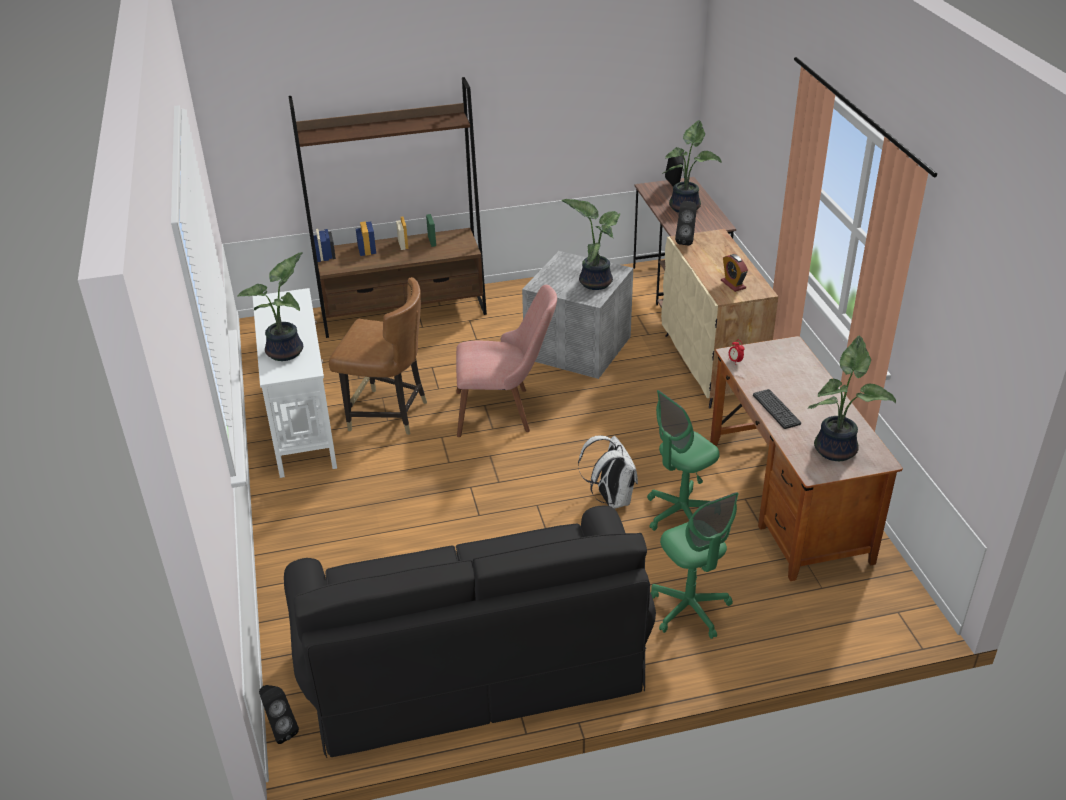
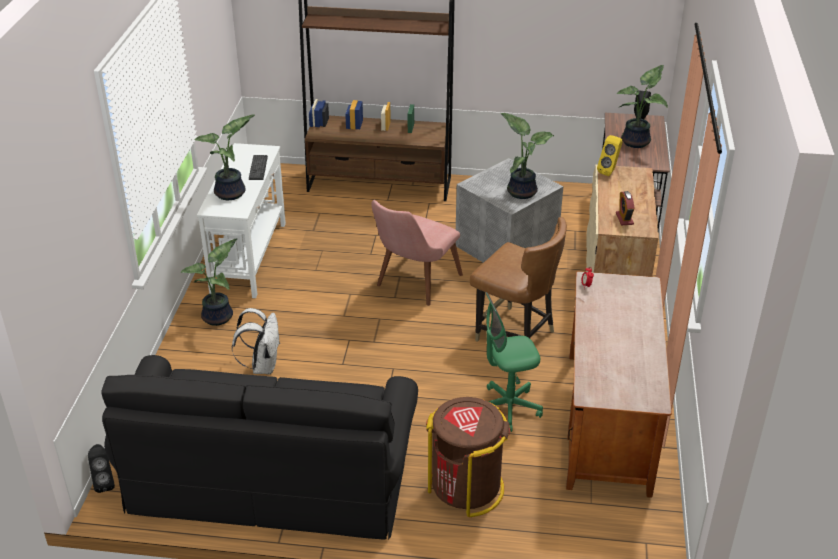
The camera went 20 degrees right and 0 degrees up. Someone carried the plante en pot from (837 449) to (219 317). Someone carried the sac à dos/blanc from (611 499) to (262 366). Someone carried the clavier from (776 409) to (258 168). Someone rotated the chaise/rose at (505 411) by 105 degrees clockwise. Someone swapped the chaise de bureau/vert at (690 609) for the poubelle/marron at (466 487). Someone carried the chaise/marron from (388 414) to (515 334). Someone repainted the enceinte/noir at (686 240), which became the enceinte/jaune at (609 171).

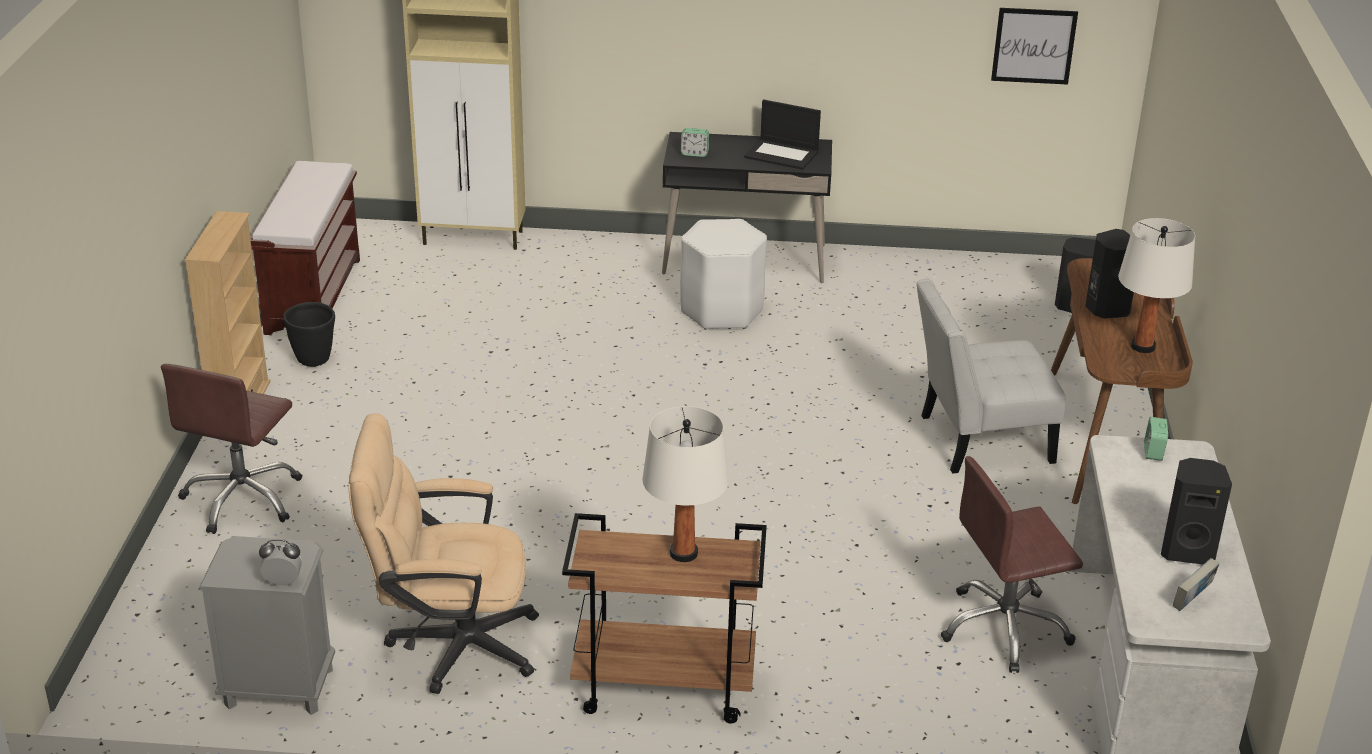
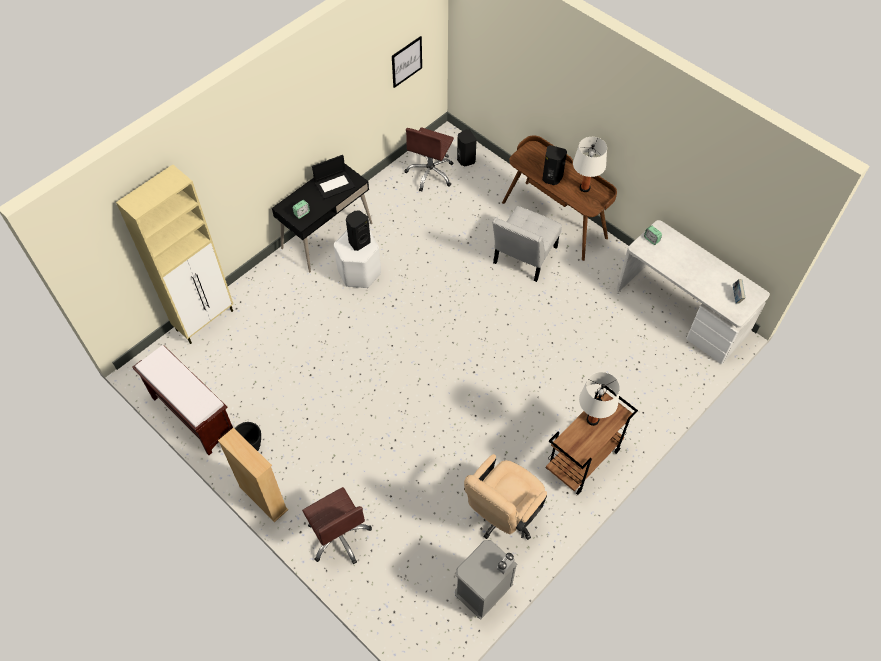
The camera went 50 degrees left and 25 degrees up. Someone carried the enceinte/noir from (1186 551) to (359 242). Someone carried the chaise de bureau/marron from (1004 628) to (430 173).

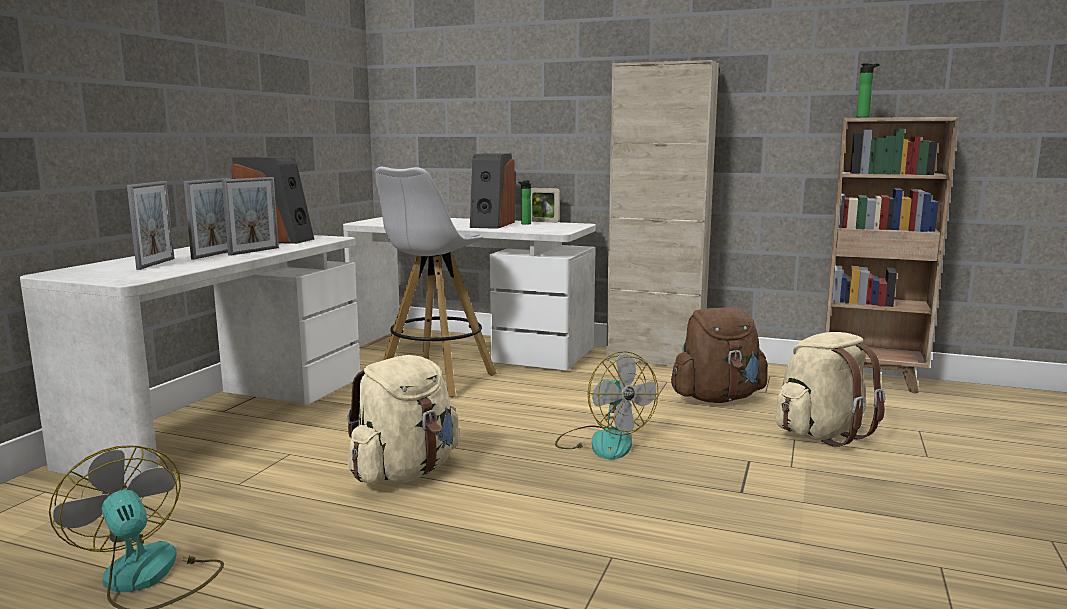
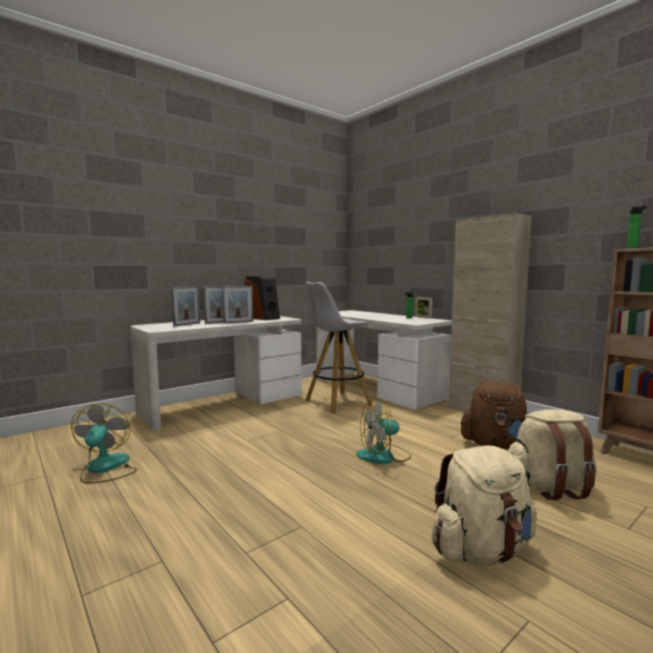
The camera went 30 degrees right and 5 degrees down. Someone rotated the ventilateur at (603 442) by 75 degrees clockwise. Someone carried the sac à dos/beige from (405 473) to (481 551). Someone took away the enceinte at (491 225).

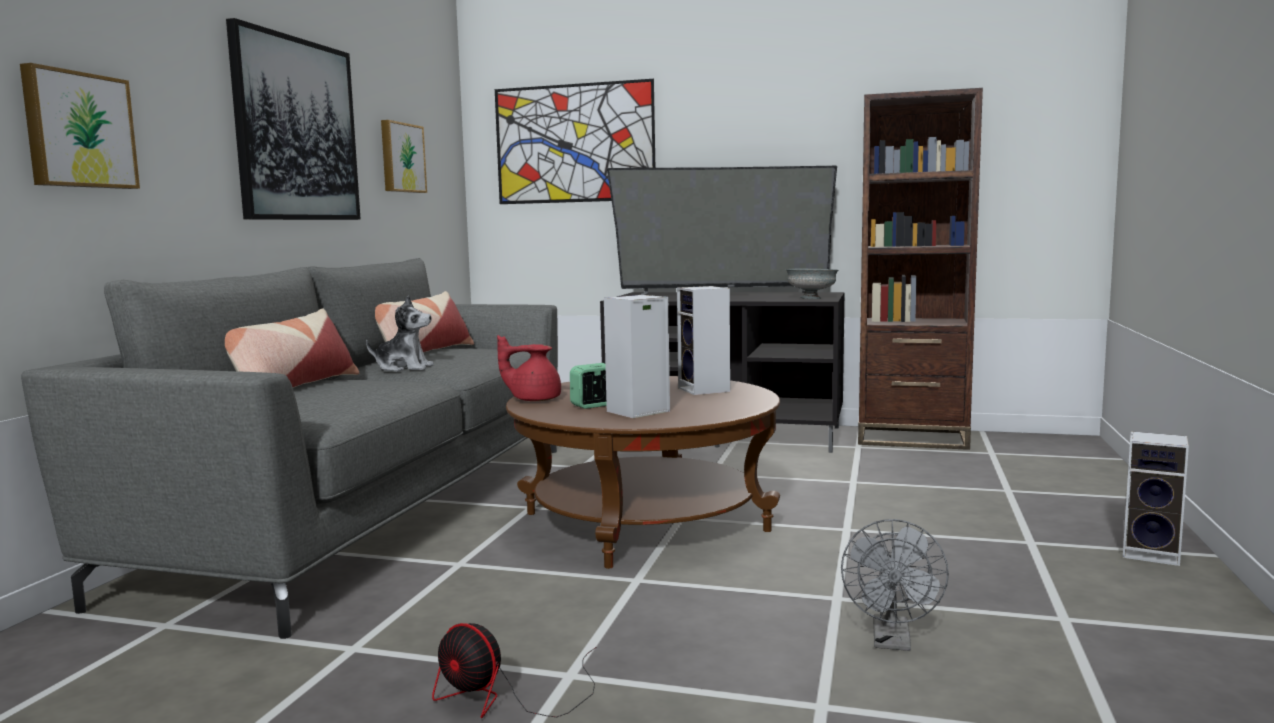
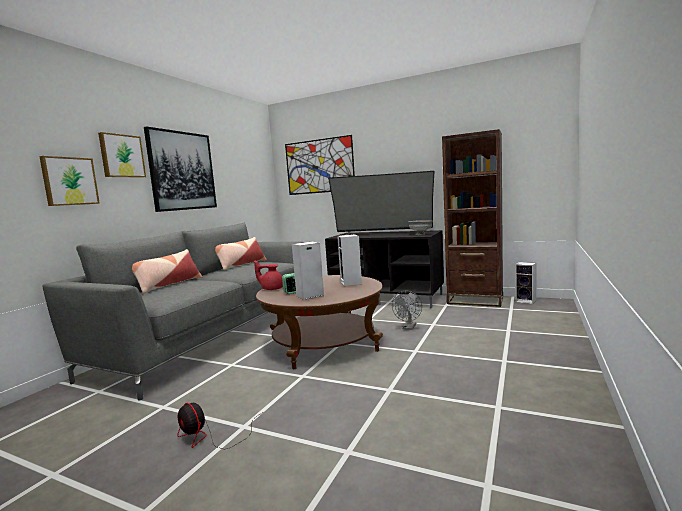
The camera went 10 degrees right and 0 degrees up. Someone carried the tableau from (401 158) to (121 156). Someone carried the ventilateur/gris from (892 642) to (409 328). Someone carried the enceinte from (1153 554) to (526 301). Someone took away the peluche at (404 368).

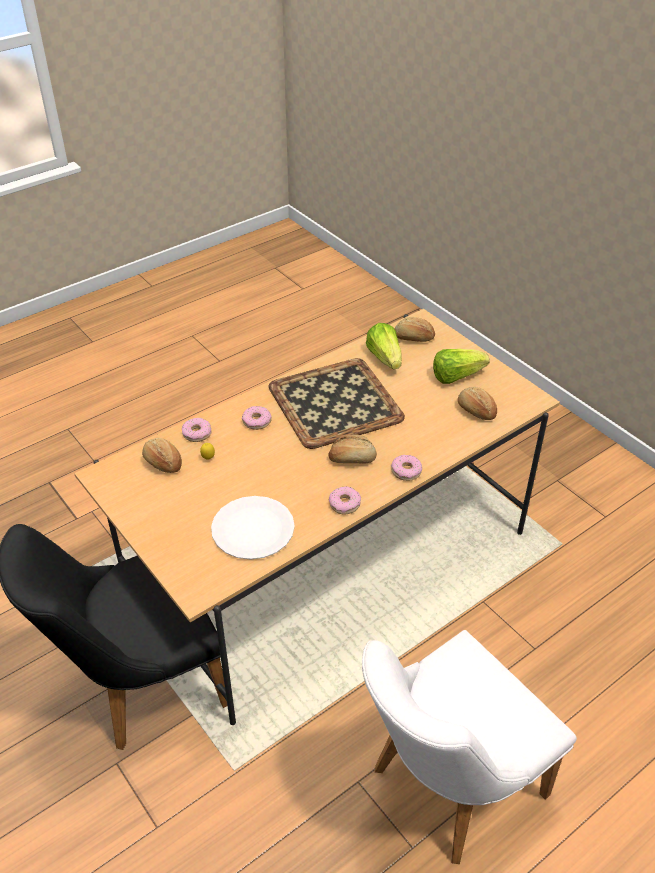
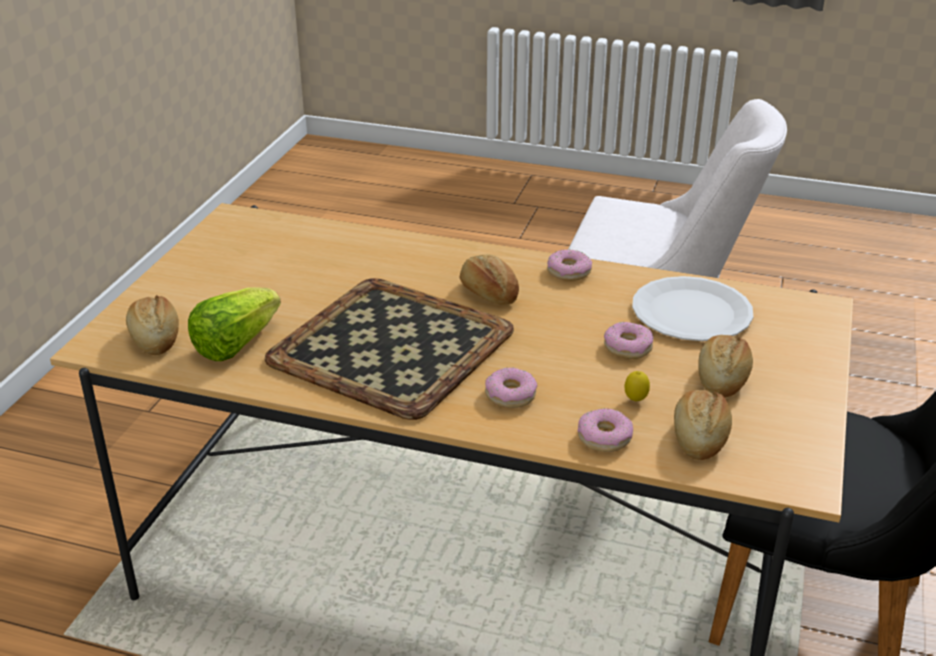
The camera went 125 degrees left and 10 degrees down. Someone carried the beignet from (406 471) to (628 347). Someone carried the pain from (475 411) to (722 378). Someone took away the laitue at (456 376).

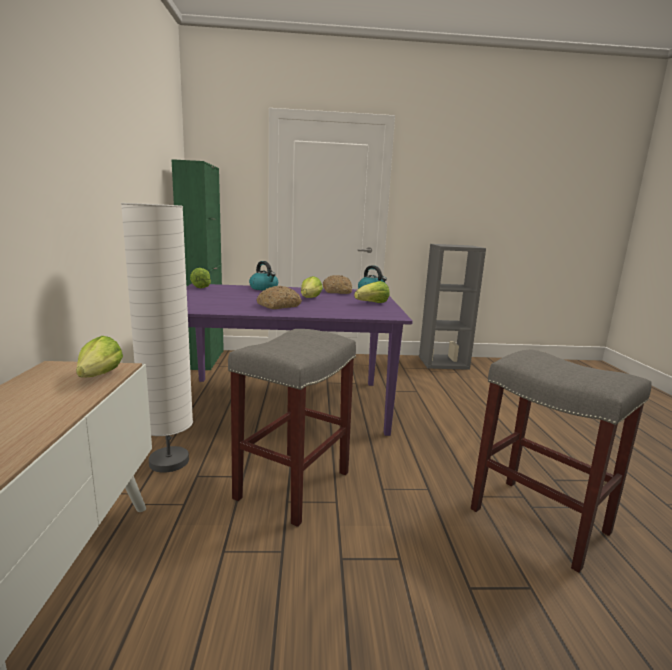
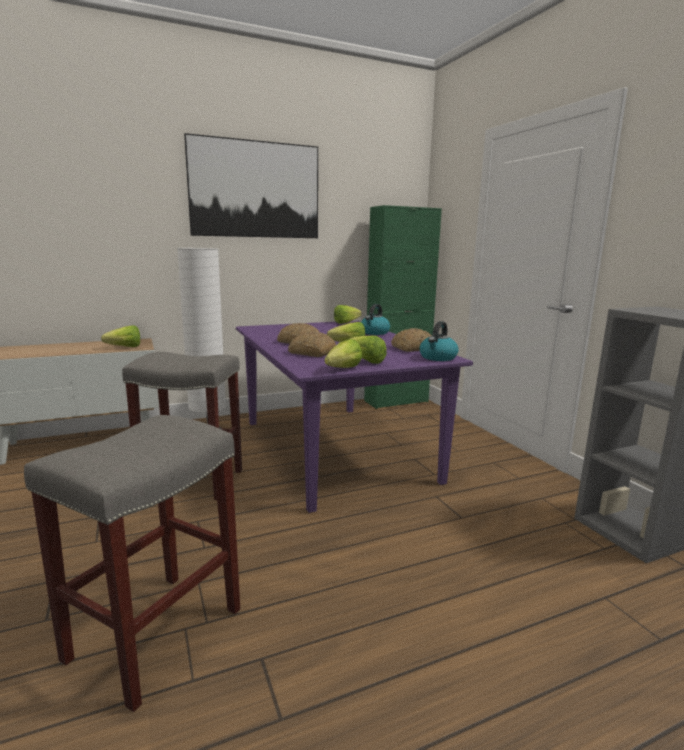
The camera went 70 degrees right and 0 degrees up. Someone put up the tableau at (255 190). Someone put down the pain at (312 353). Someone put down the laitue at (340 370).

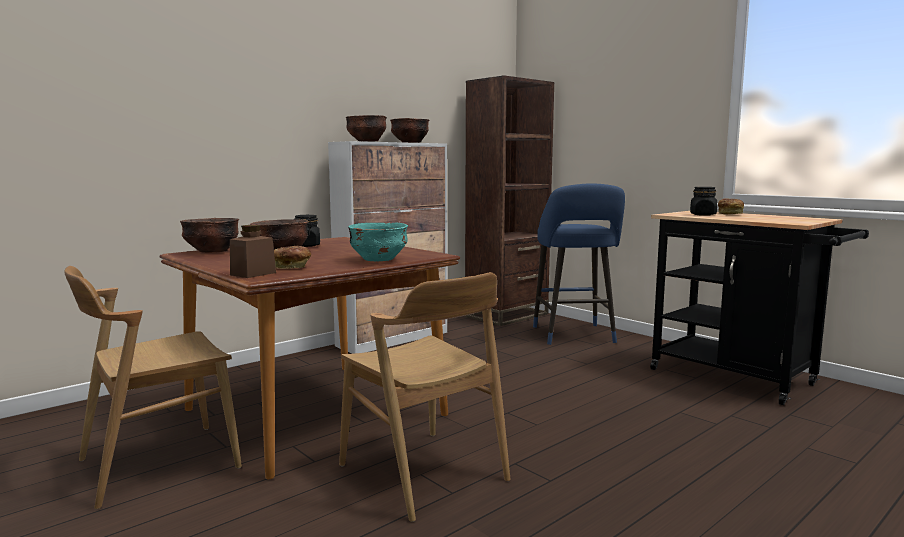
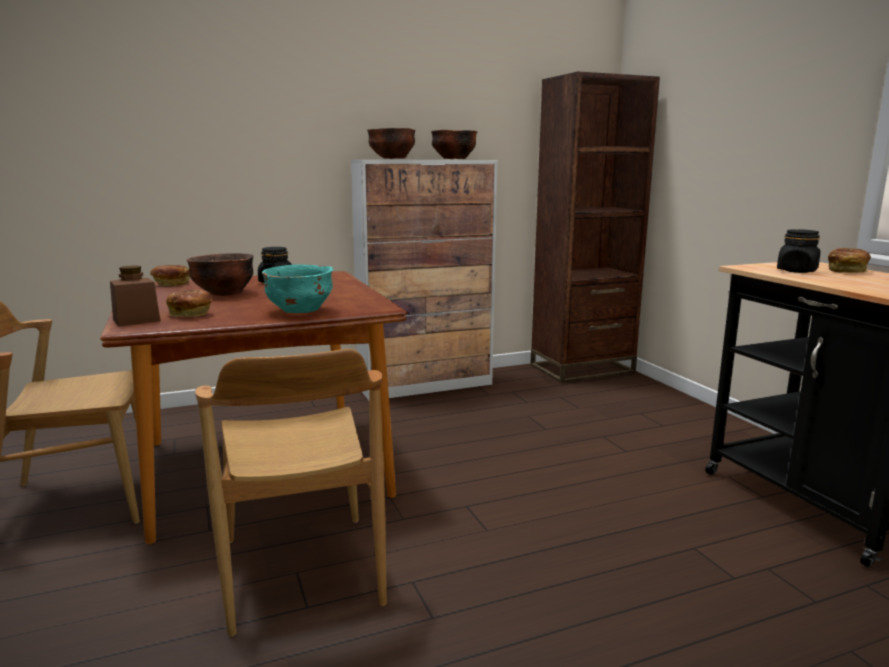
The camera went 20 degrees right and 5 degrees up. Someone swapped the bol/marron at (211 251) for the pain at (171 284). Someone took away the tabouret/bleu at (574 336).

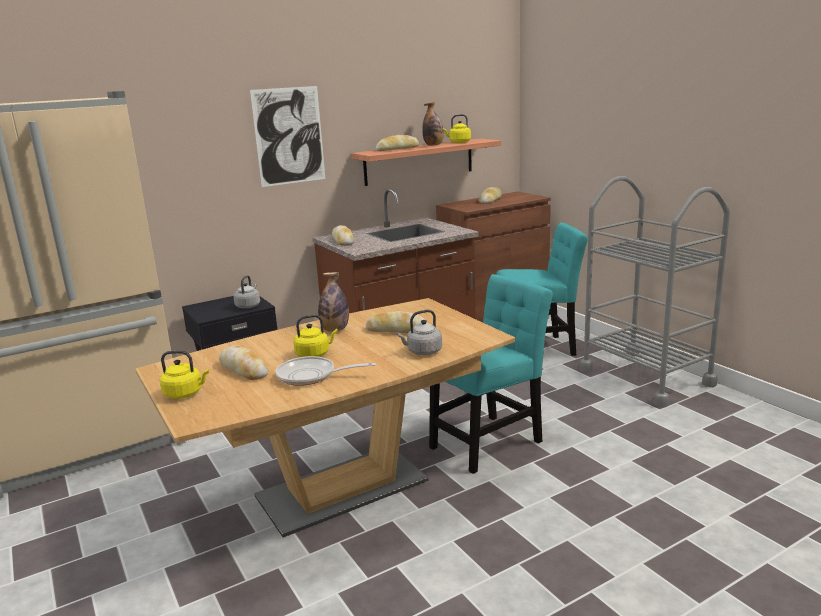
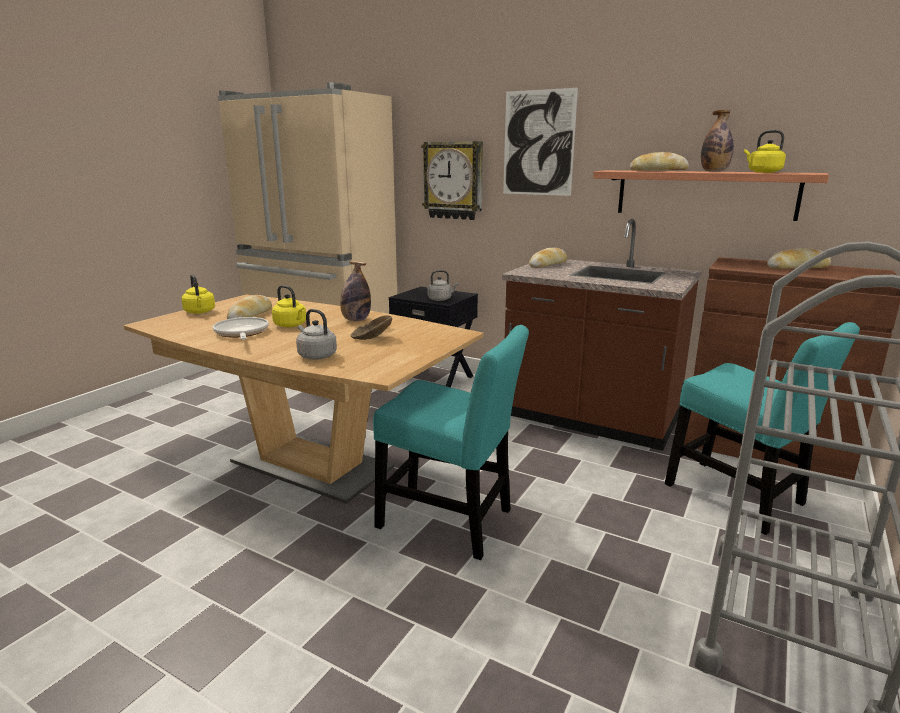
The camera went 60 degrees right and 0 degrees up. Someone swapped the pain at (396 330) for the bol/marron at (371 337). Someone put up the horloge murale at (453 180).

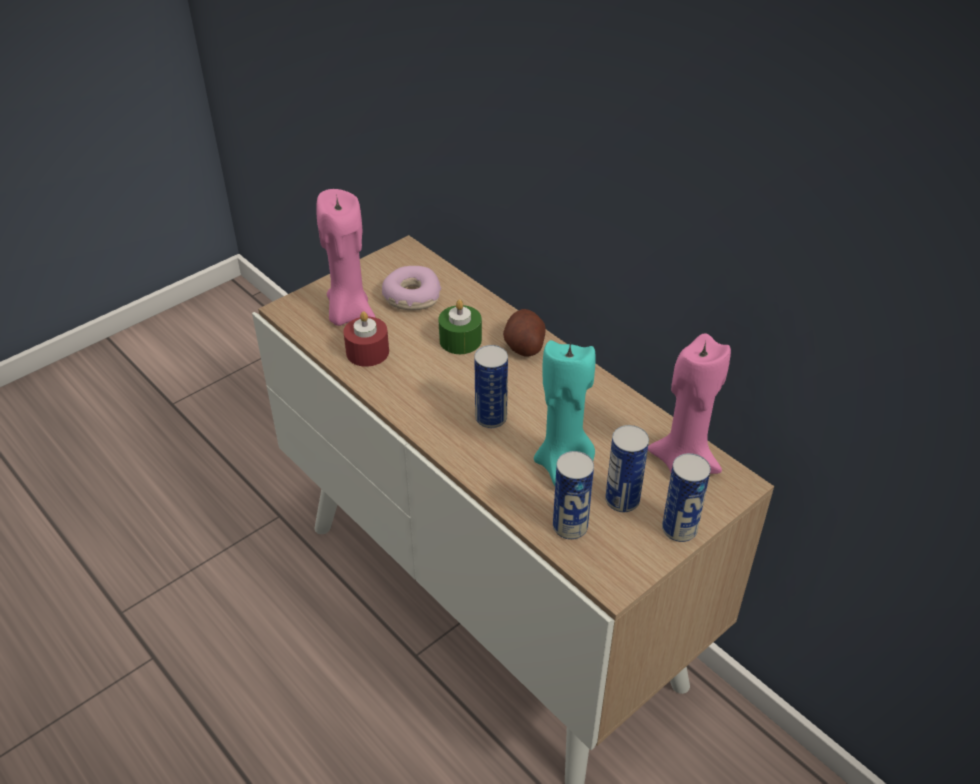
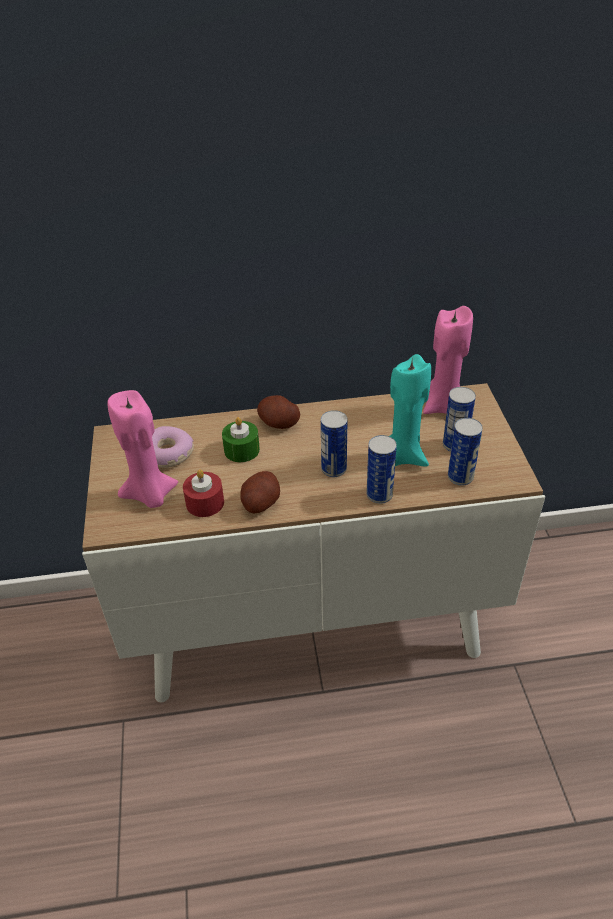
The camera went 55 degrees left and 0 degrees up. Someone put down the pomme de terre at (260 502). Someone carried the boîte métallique from (679 529) to (379 495).

